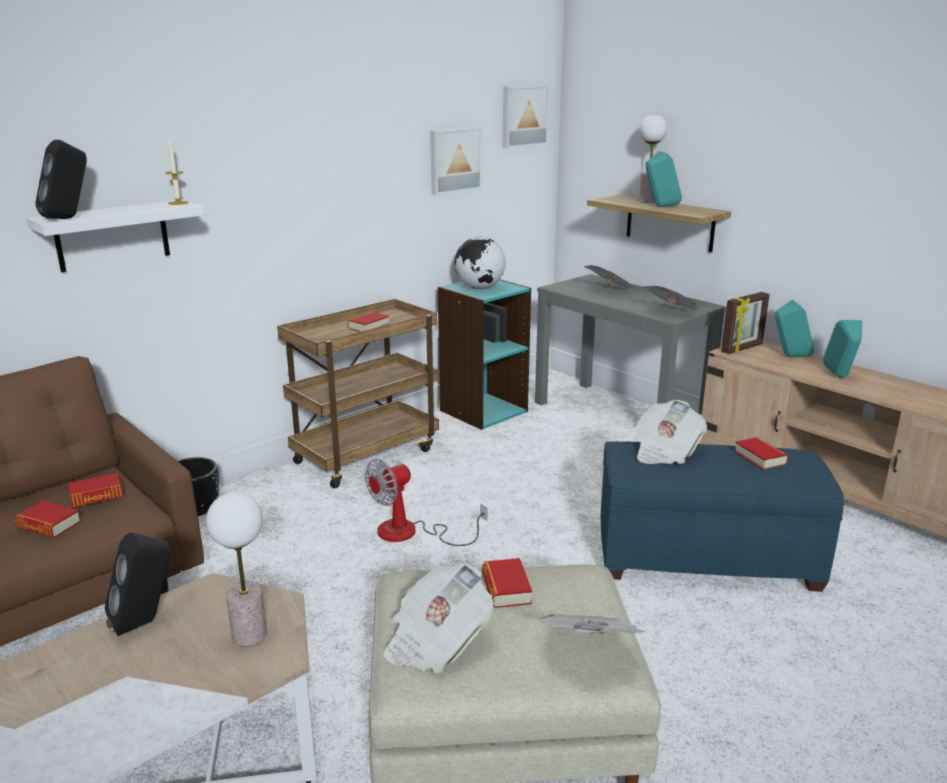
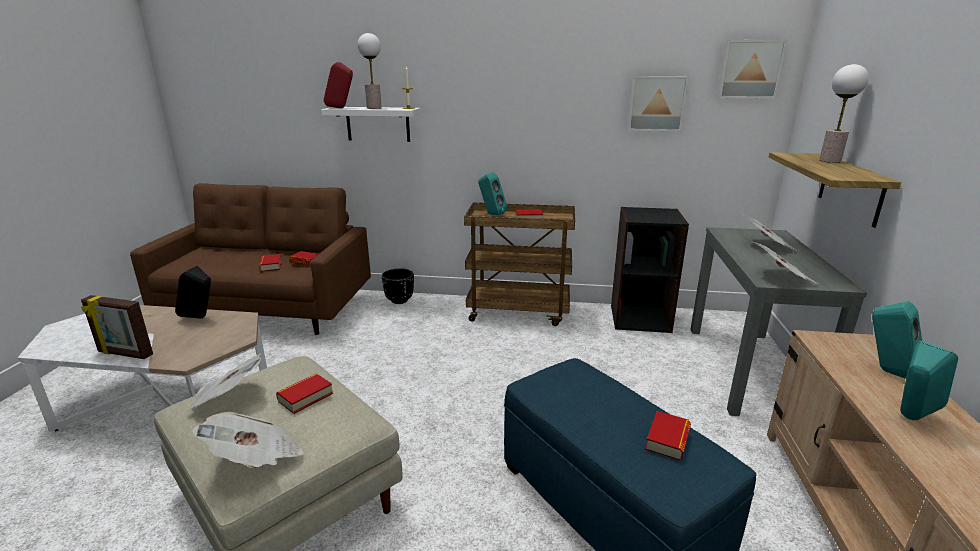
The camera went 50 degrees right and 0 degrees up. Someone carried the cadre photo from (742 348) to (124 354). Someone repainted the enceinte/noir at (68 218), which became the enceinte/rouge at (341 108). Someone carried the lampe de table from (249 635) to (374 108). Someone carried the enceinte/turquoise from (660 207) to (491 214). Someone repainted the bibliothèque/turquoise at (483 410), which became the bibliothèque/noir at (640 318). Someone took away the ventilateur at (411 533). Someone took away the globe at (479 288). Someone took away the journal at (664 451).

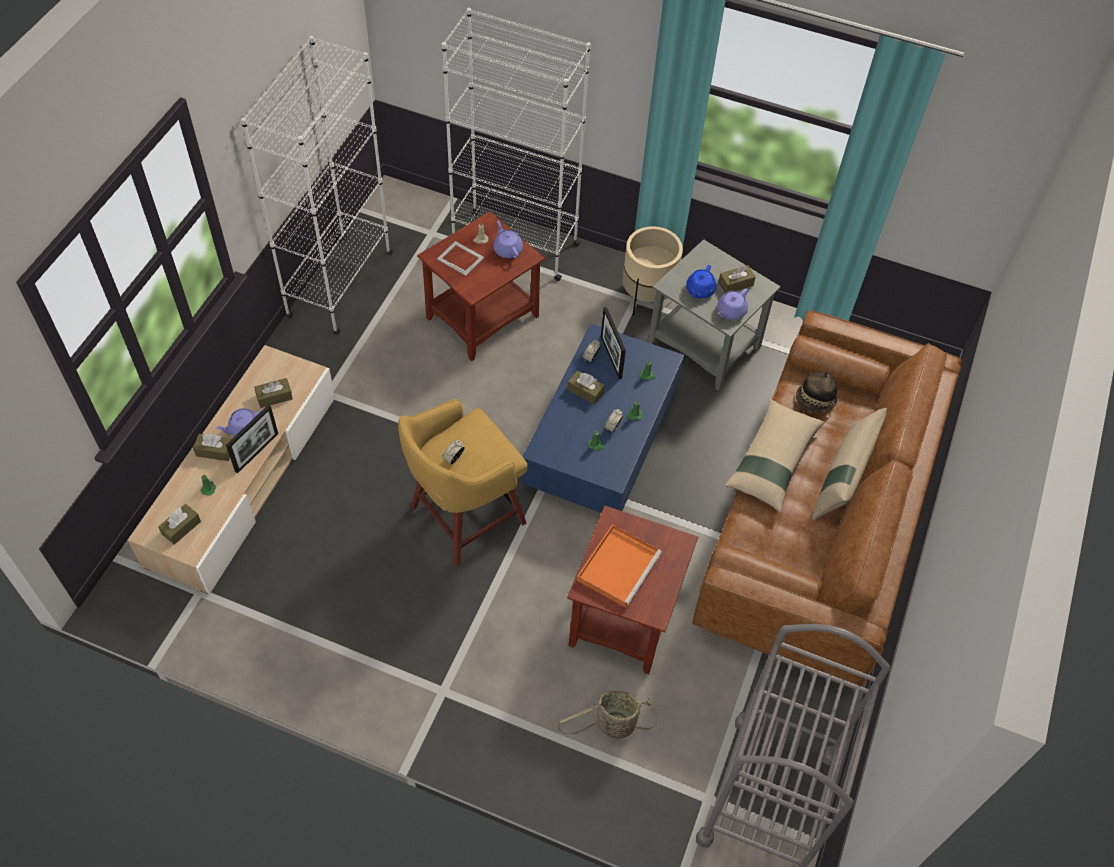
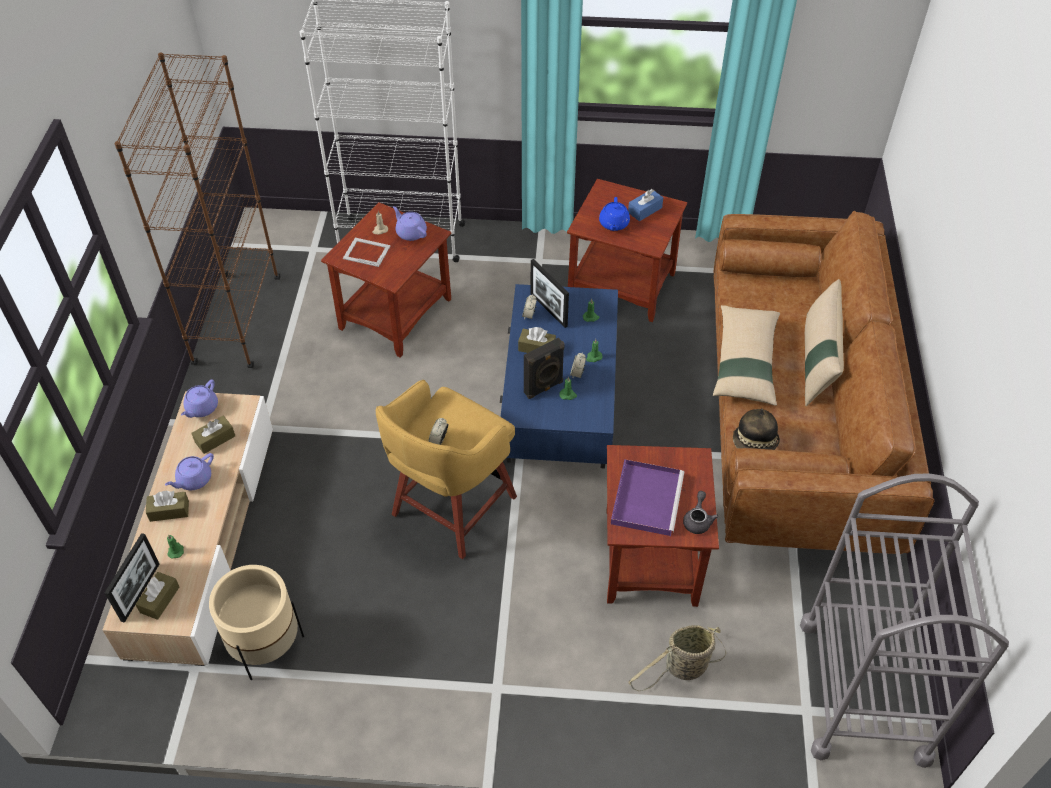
The camera went 15 degrees left and 5 degrees down. Someone carried the cadre photo from (257 452) to (140 592). Someone repainted the bibliothèque/blanc at (340 285), which became the bibliothèque/marron at (237 320). Someone carried the théière/violet from (730 312) to (201 408). Someone carried the cache-pot/beige from (647 297) to (266 645). Someone put down the enceinte/noir at (544 388). Someone repainted the table d'appoint/gris at (704 345), which became the table d'appoint/marron at (622 284). Someone repainted the plateau/orange at (619 565), which became the plateau/violet at (646 498). Someone repainted the boîte à mouchoirs/marron at (735 284), which became the boîte à mouchoirs/bleu at (645 210). Someone put down the théière/gris at (698 520). Someone carried the chapeau from (815 401) to (755 443).

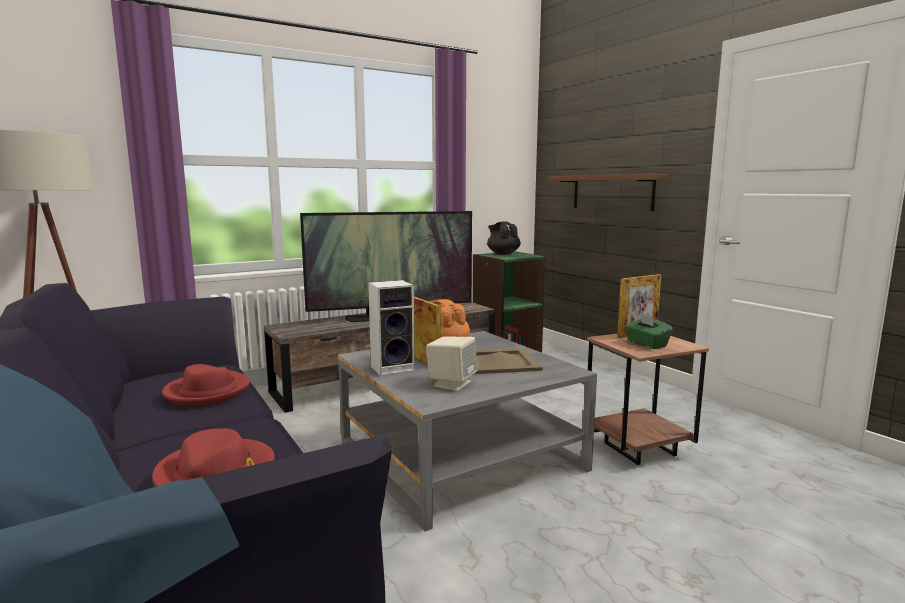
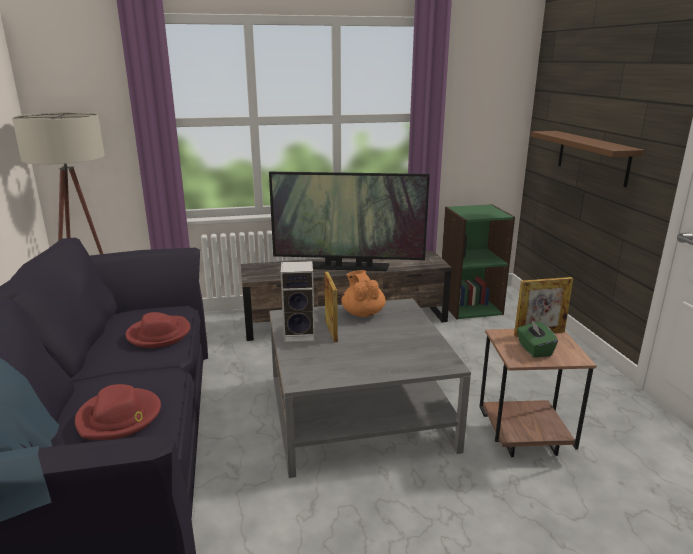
The camera went 20 degrees right and 10 degrees up. Someone took away the enceinte/beige at (451 384). Someone took away the plateau/beige at (501 362). Someone took away the théière/noir at (503 254).

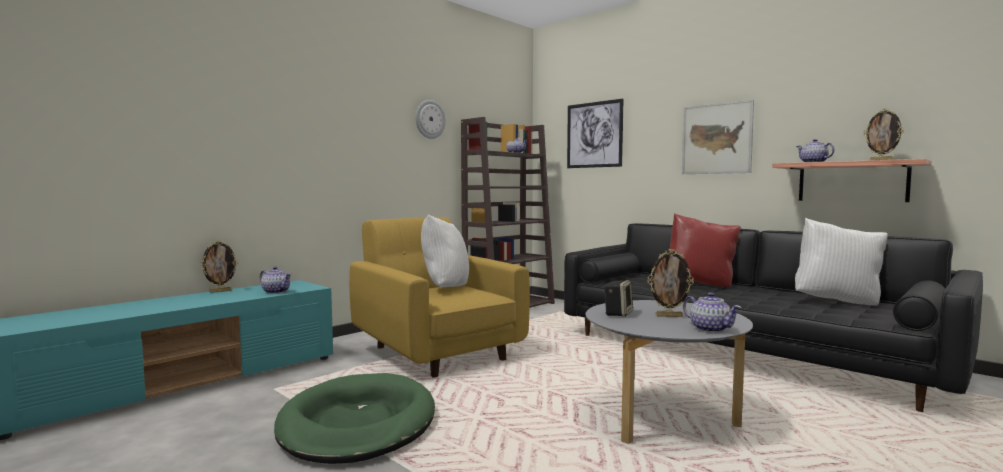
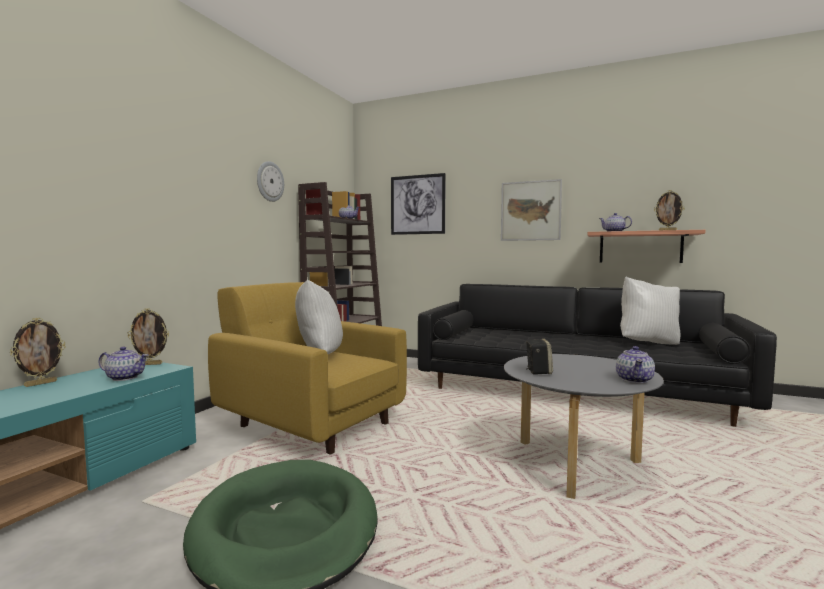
The camera went 20 degrees left and 0 degrees up. Someone carried the cadre photo from (669 316) to (150 364). Someone rotated the théière at (710 329) by 75 degrees clockwise. Someone took away the coussin/rouge at (700 284).

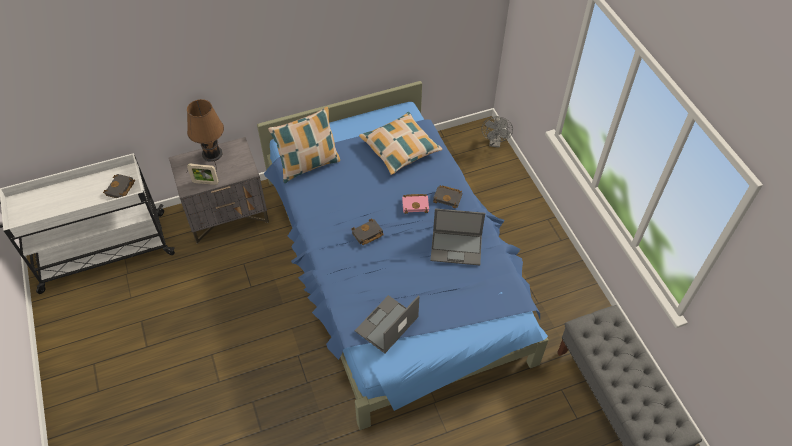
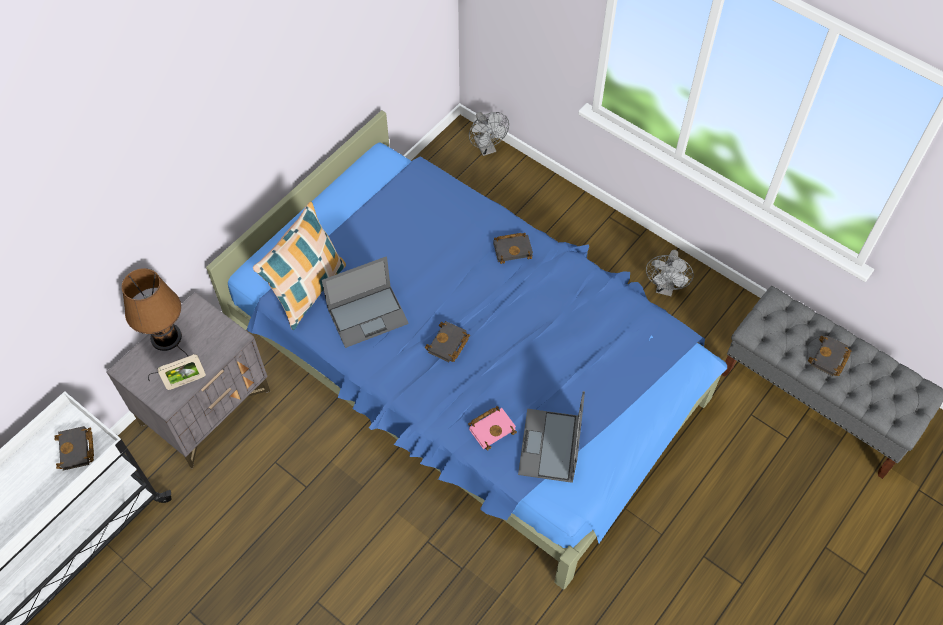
The camera went 30 degrees left and 5 degrees up. Someone carried the ordinateur portable from (457 247) to (368 315). Someone carried the livre/rose from (416 204) to (492 428). Someone put down the ventilateur/gris at (665 288). Someone put down the livre/noir at (829 359). Someone took away the coussin at (400 148).

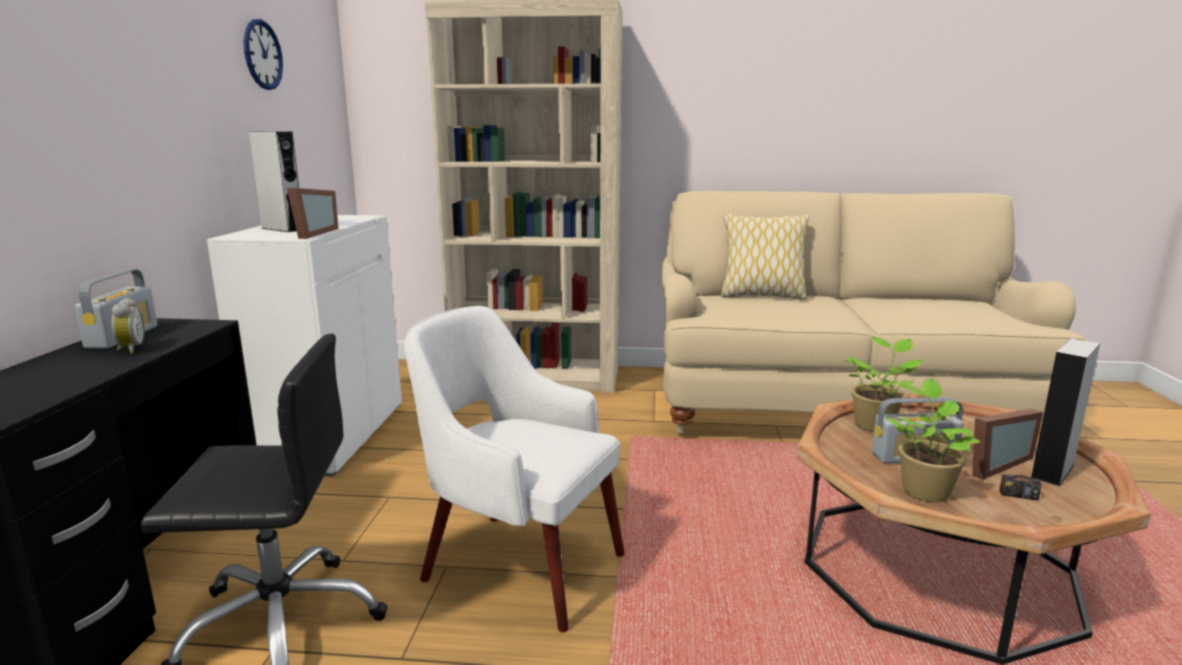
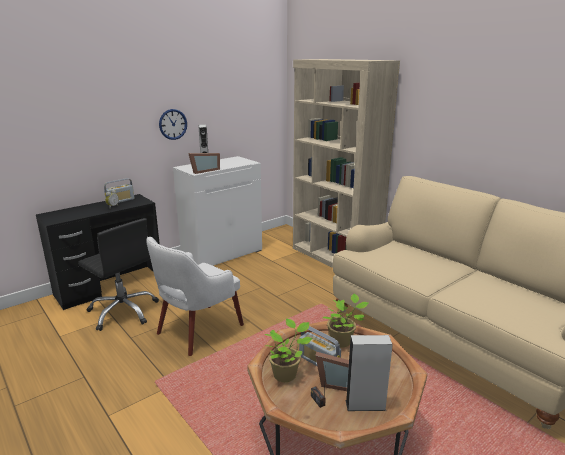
The camera went 45 degrees right and 5 degrees up. Someone rotated the fauteuil/blanc at (519 564) by 120 degrees counterclockwise. Someone carried the horloge murale from (262 55) to (173 124). Someone took away the coussin at (761 296).

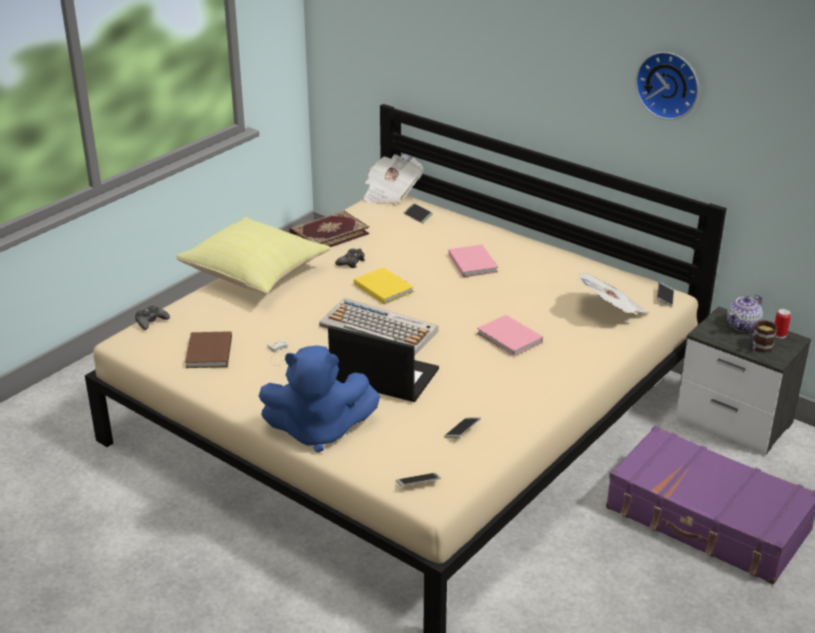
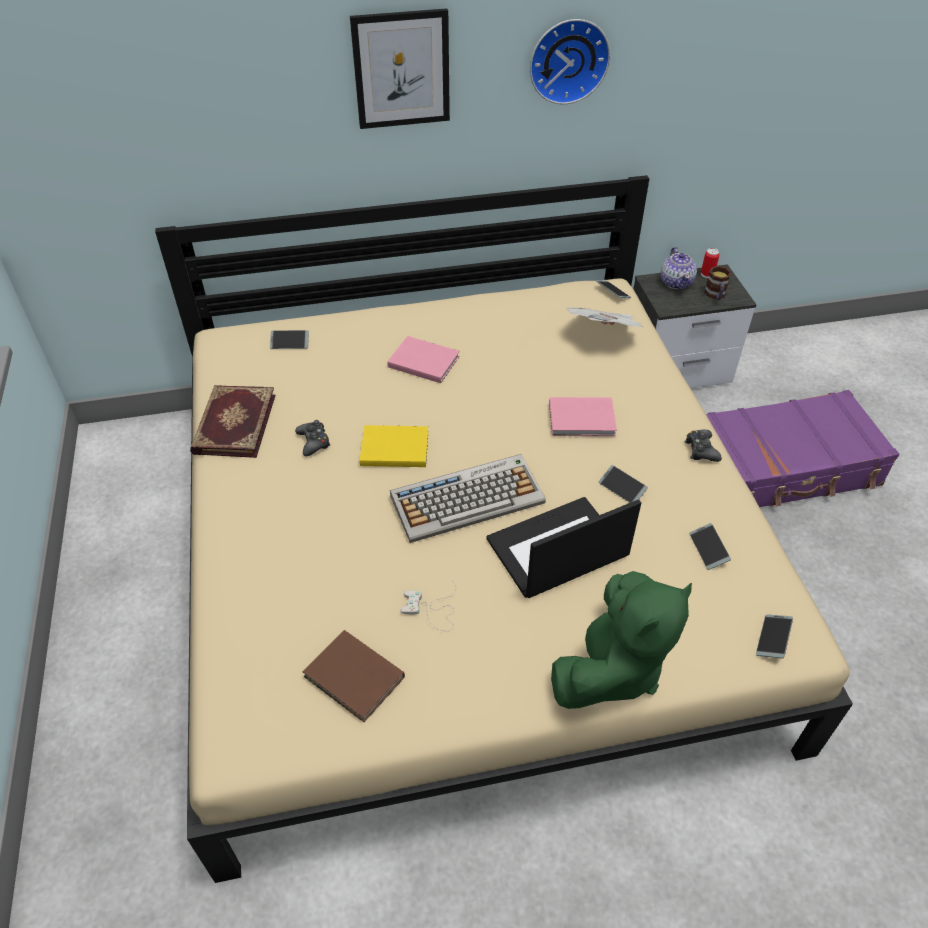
The camera went 50 degrees left and 15 degrees up. Someone put up the tableau at (401 69). Someone repainted the peluche/bleu at (318 431), which became the peluche/vert at (611 668). Someone put down the téléphone at (622 488). Someone carried the manette/noir from (151 321) to (701 450). Someone took away the coussin/jaune at (257 275). Someone took away the journal at (390 193).

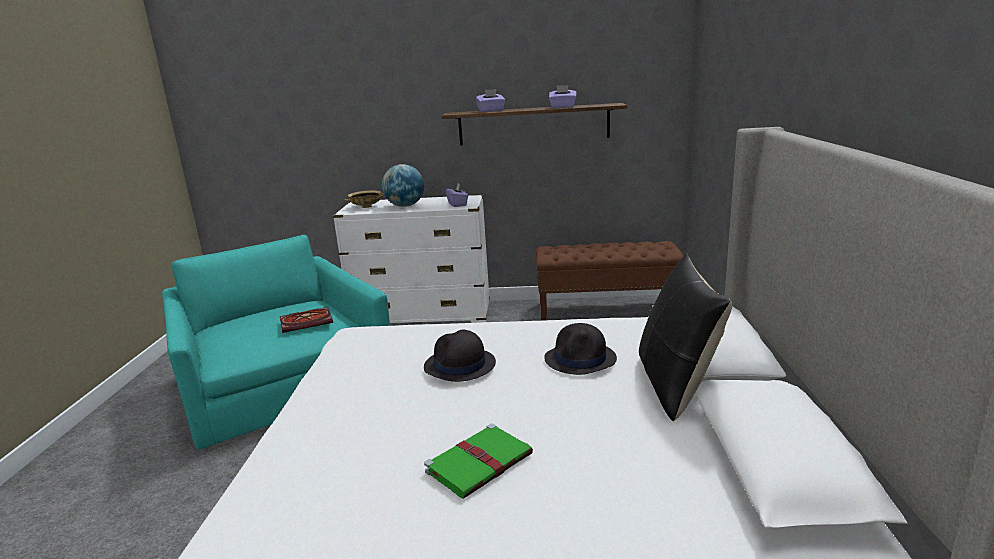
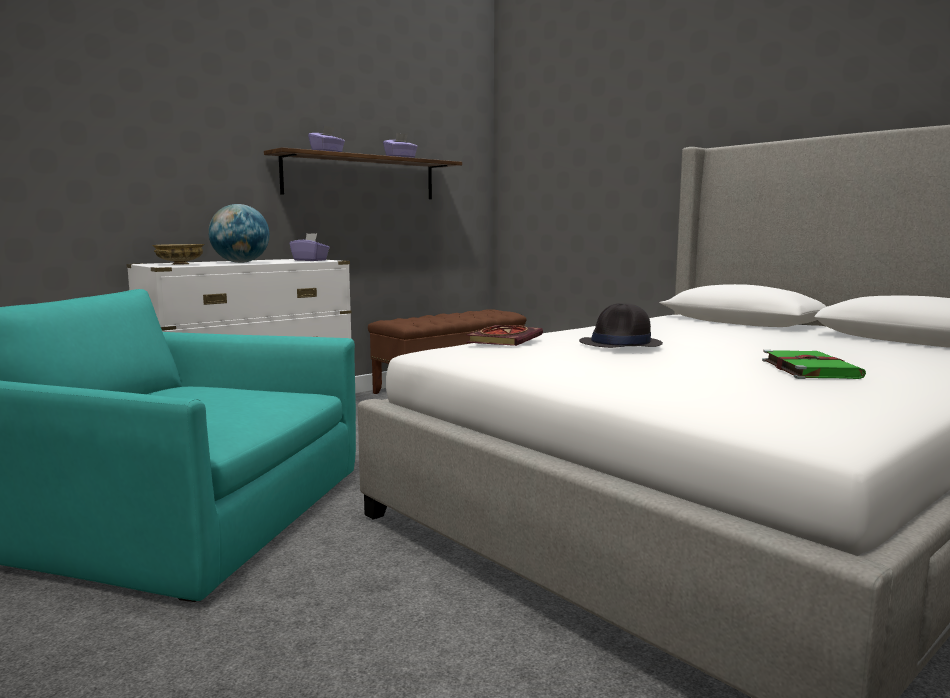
The camera went 45 degrees left and 10 degrees down. Someone carried the livre from (307 321) to (504 339). Someone took away the chapeau/noir at (581 359). Someone took away the coussin/noir at (675 385).

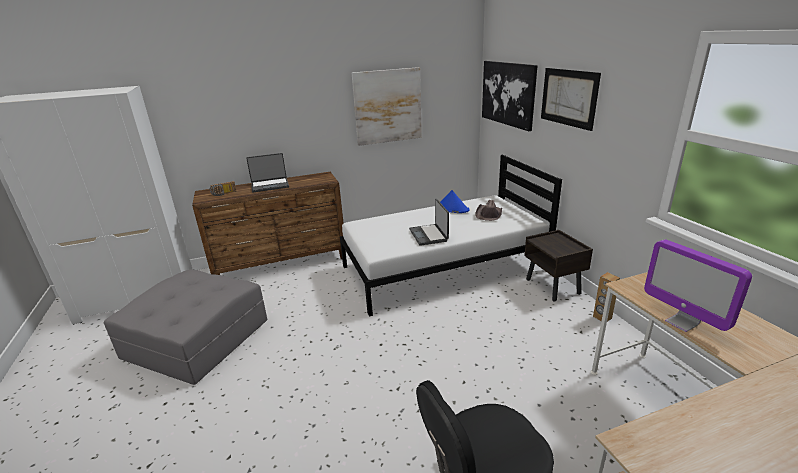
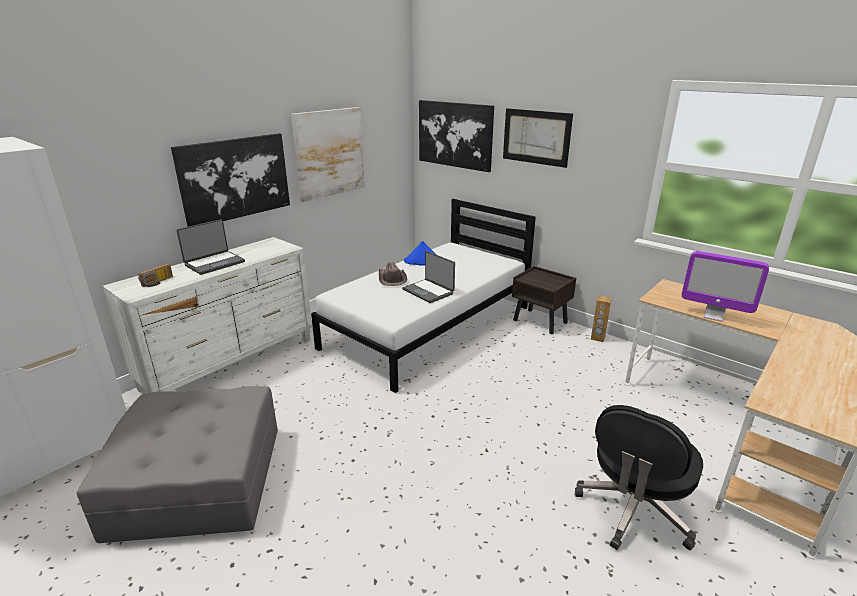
The camera went 30 degrees left and 0 degrees up. Someone repainted the commode/marron at (282 263), which became the commode/blanc at (231 363). Someone put up the tableau at (235 178). Someone carried the chapeau/marron from (489 214) to (391 278).

